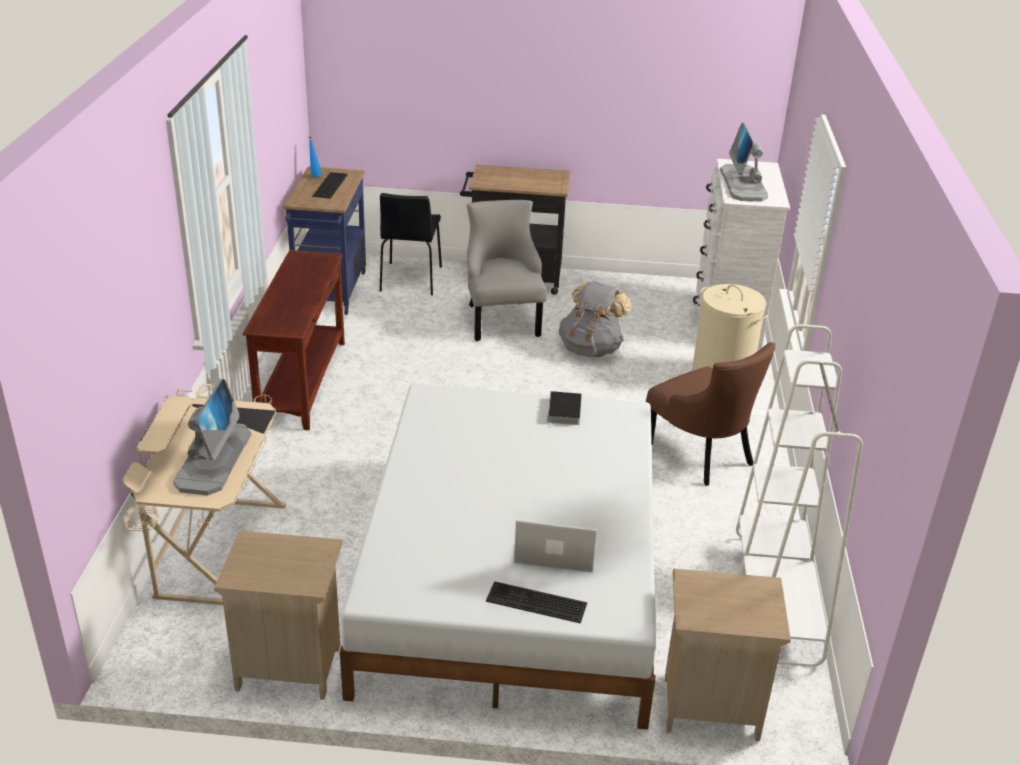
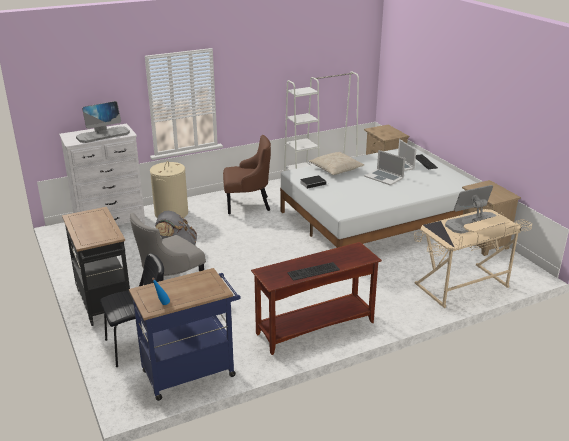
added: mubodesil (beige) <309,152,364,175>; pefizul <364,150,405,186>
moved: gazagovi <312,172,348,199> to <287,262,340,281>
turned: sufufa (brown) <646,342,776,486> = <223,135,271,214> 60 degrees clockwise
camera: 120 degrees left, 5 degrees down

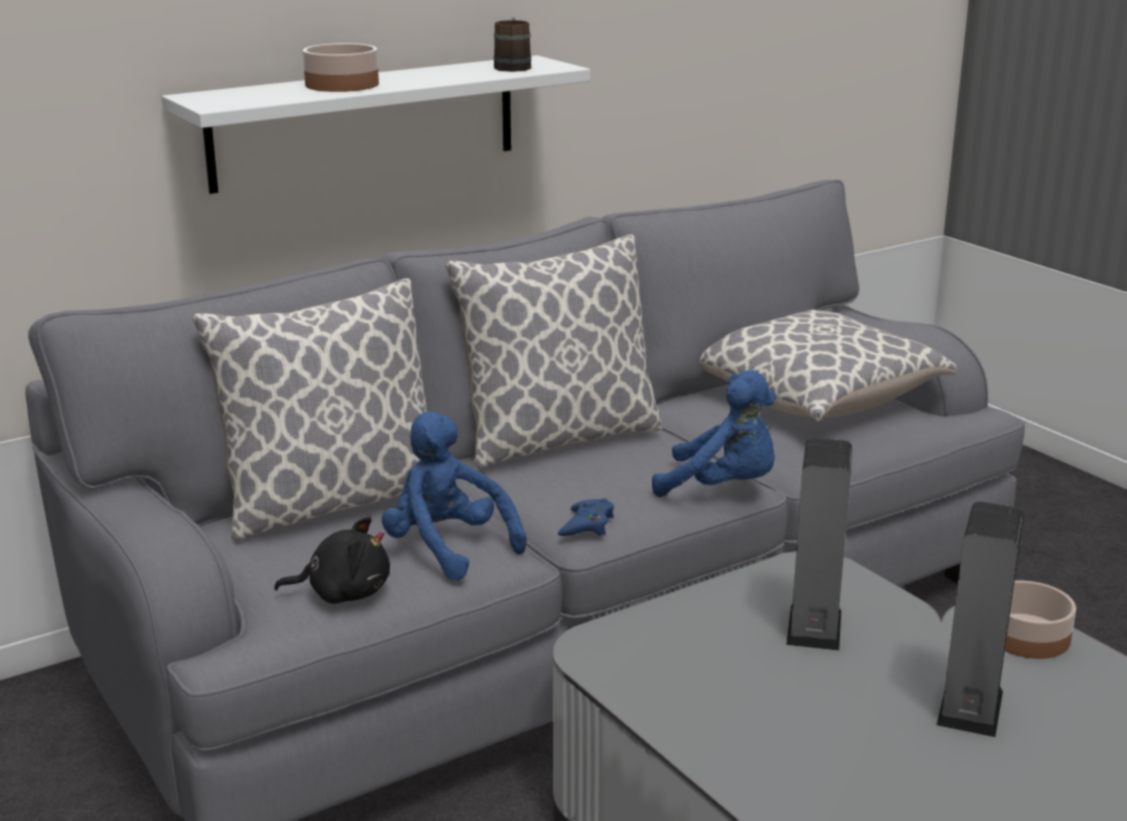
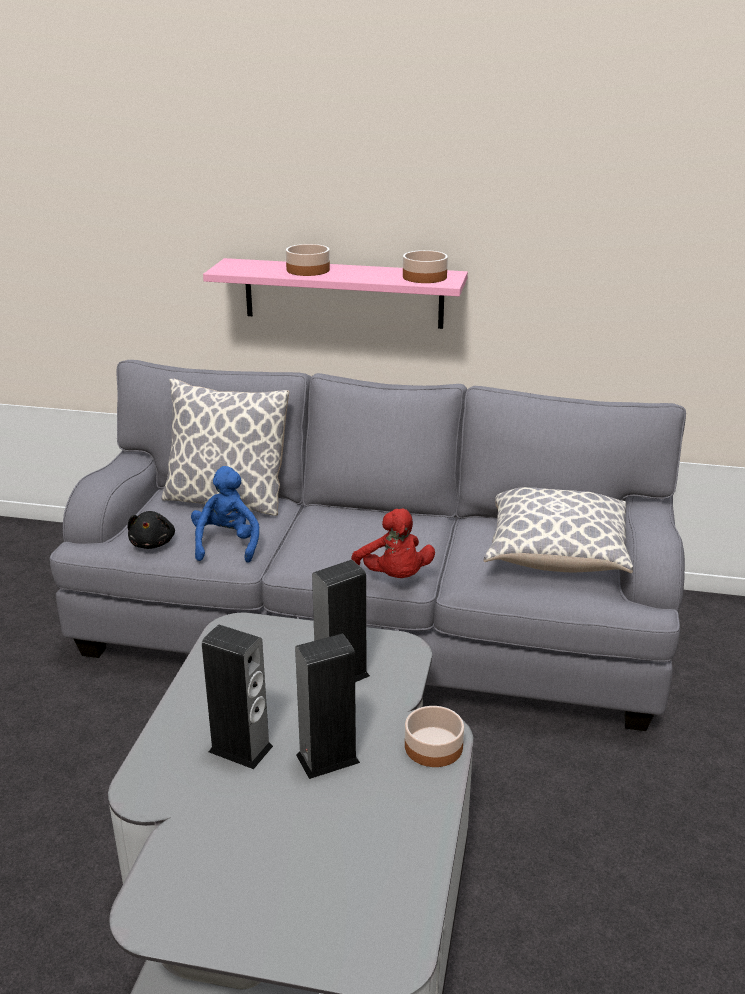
removed: mubodesil <445,235,662,468>; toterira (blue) <558,498,614,536>
added: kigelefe <202,625,273,769>
replaced: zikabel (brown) <494,17,531,72> to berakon <403,250,448,283>
recoloured: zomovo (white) <162,55,590,194> to zomovo (pink) <203,258,468,329>; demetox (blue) <652,370,776,497> to demetox (red) <351,509,435,578>
turned: demetox (black) <274,517,390,604> = <127,511,175,549> 45 degrees clockwise
camera: 45 degrees right, 5 degrees up

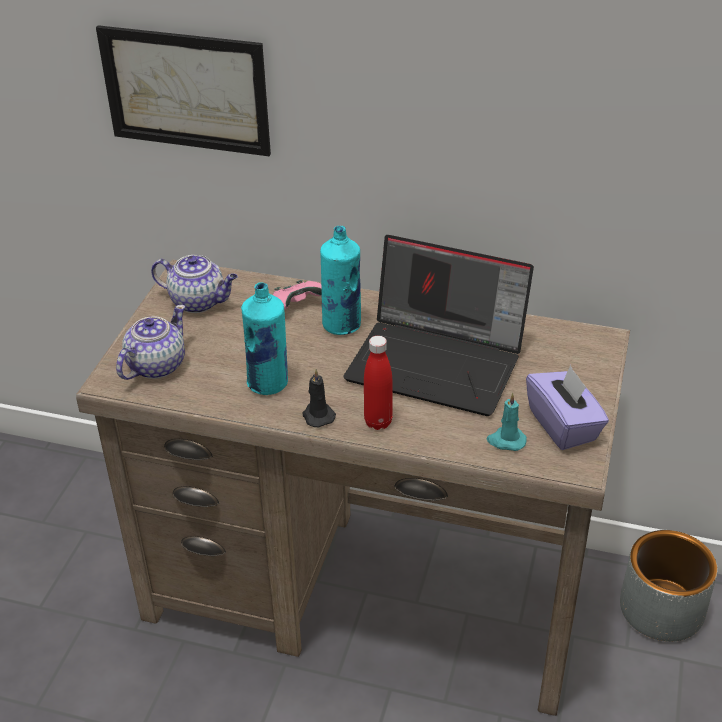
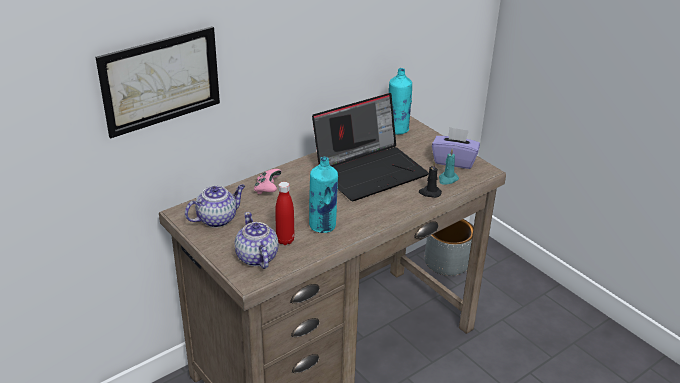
moved: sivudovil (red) <364,336,393,430> to <275,182,294,245>; sivudovil (turquoise) <320,226,361,335> to <389,68,412,135>; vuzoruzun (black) <302,369,336,427> to <419,162,442,198>
camera: 55 degrees left, 5 degrees down

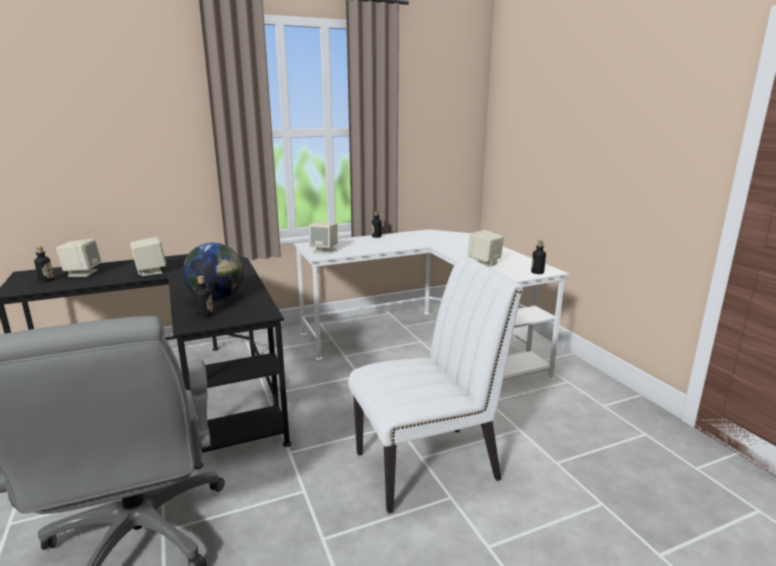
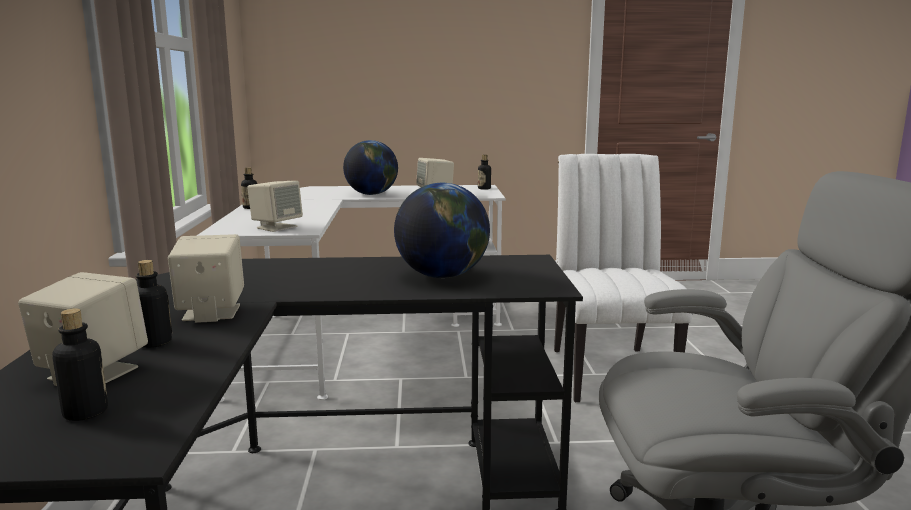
added: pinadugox <343,140,398,195>
moved: sivudovil <194,276,213,318> to <136,260,172,348>
camera: 70 degrees left, 5 degrees down

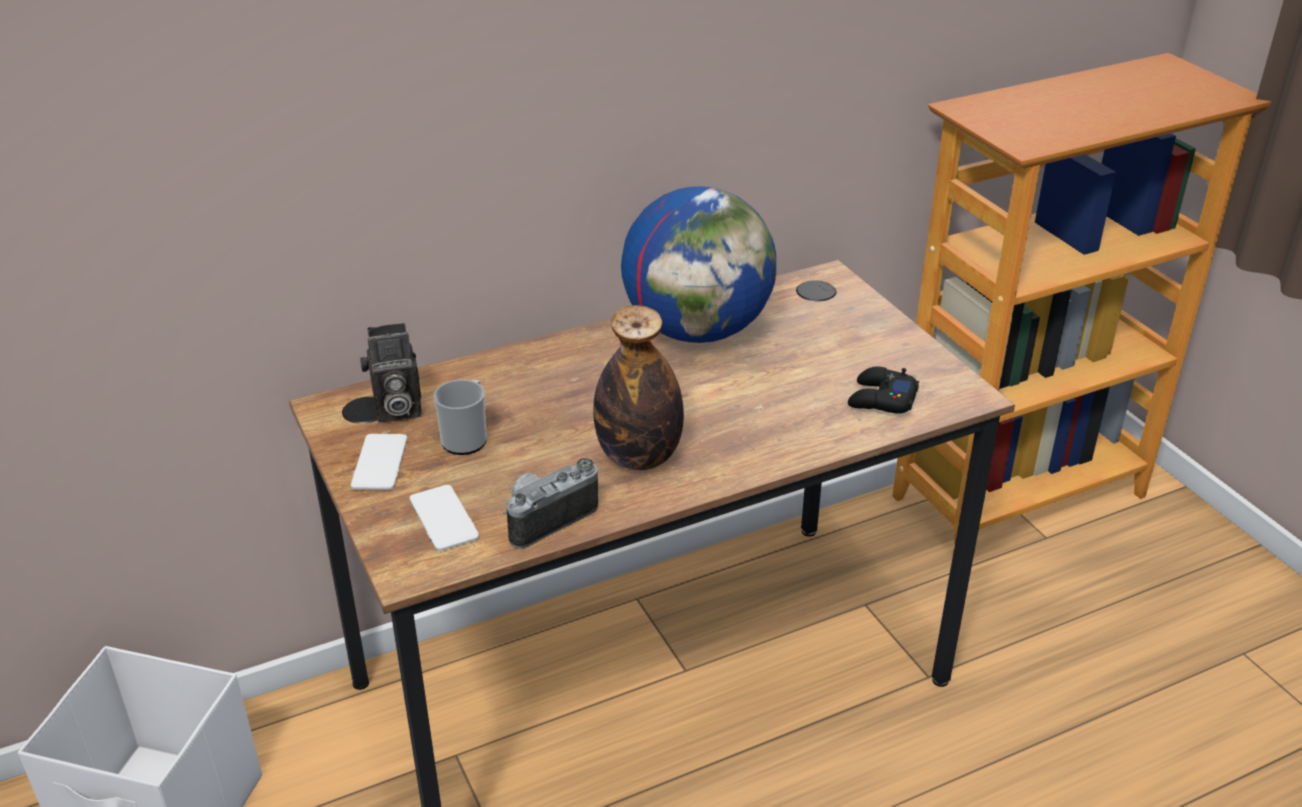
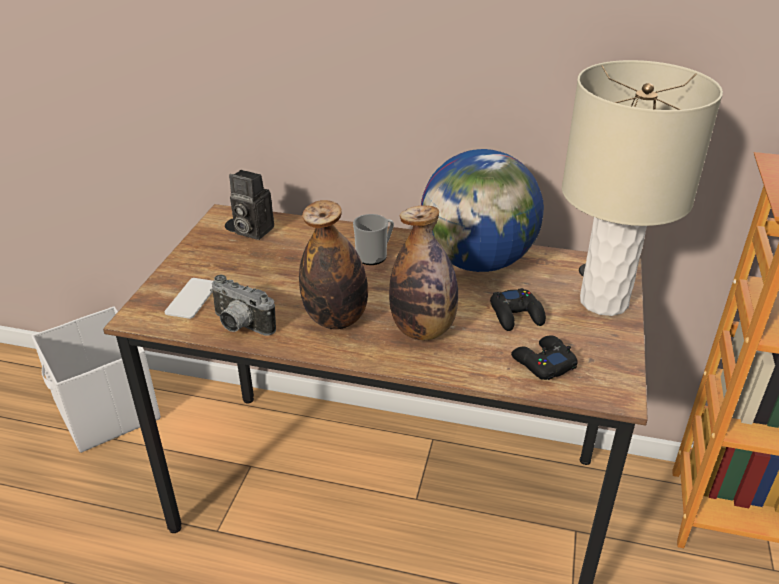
removed: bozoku <351,434,407,490>
added: sivudovil <389,205,458,340>; toterira (black) <490,288,546,331>; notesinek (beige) <562,60,723,316>
moved: zikabel <433,380,487,455> to <353,214,394,265>
turned: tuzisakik <503,458,598,549> = <210,275,276,336> 150 degrees counterclockwise
camera: 40 degrees right, 0 degrees up

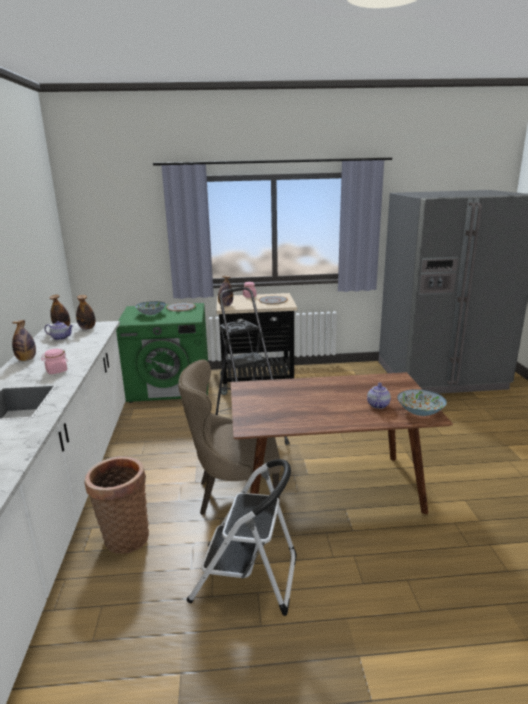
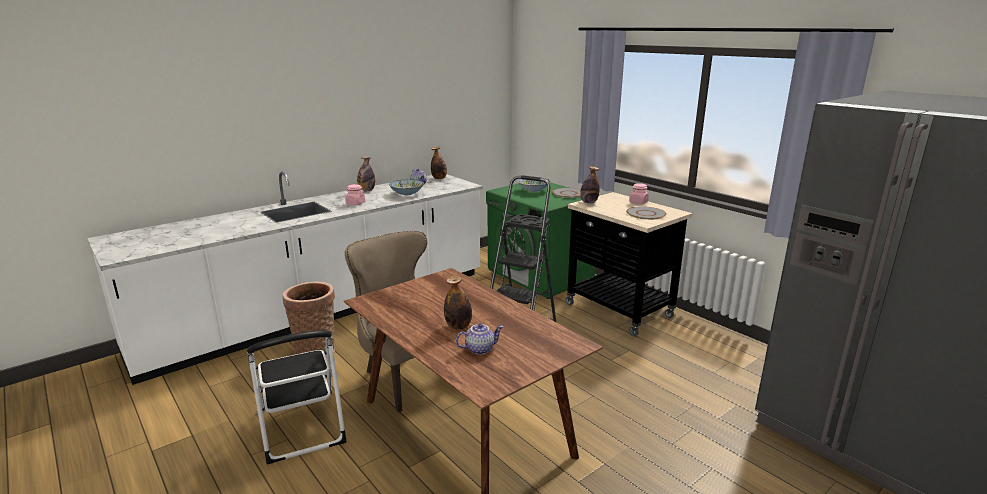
moved: berakon <397,389,447,416> to <389,179,424,195>; sivudovil <76,295,95,330> to <444,275,472,330>
camera: 55 degrees right, 0 degrees up

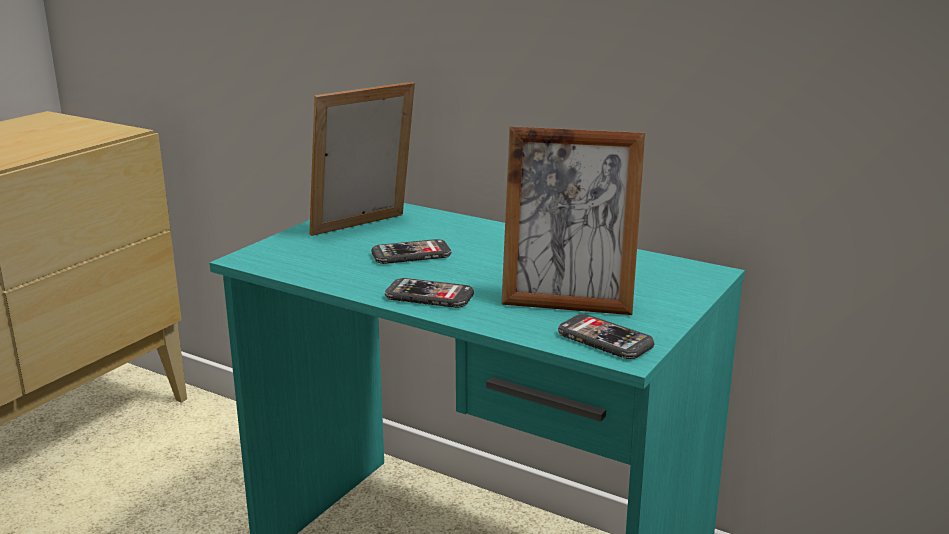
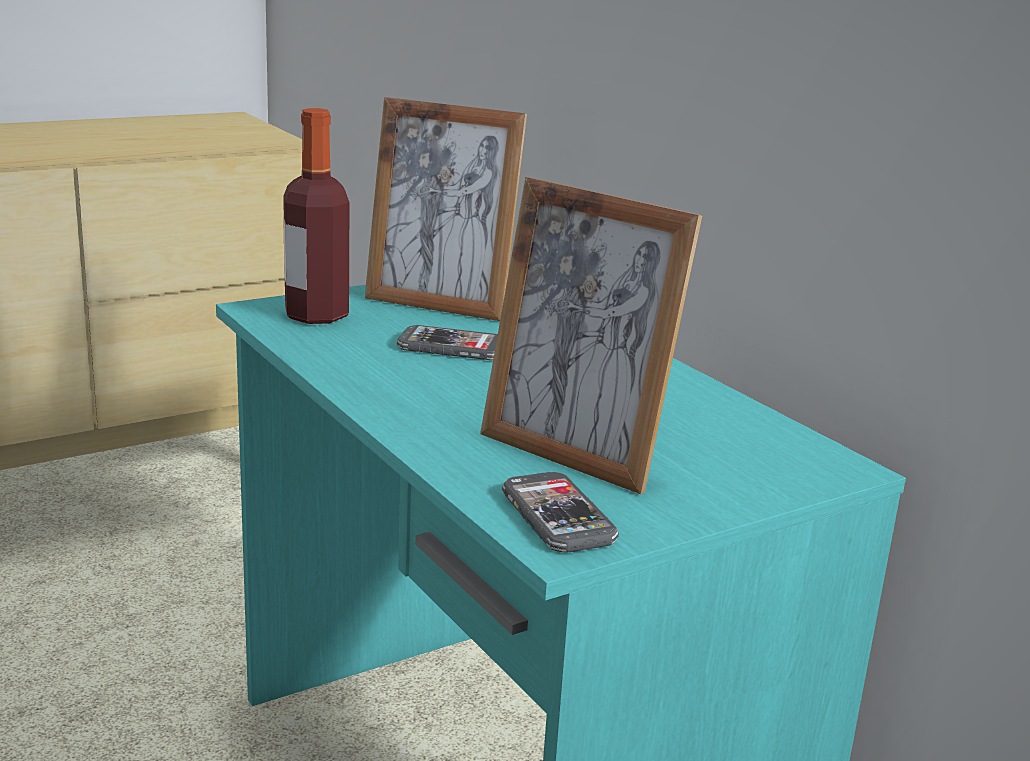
removed: bozoku <385,278,474,308>
added: sivudovil <283,108,349,324>
turned: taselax <309,82,415,236> = <365,97,527,321> 150 degrees counterclockwise
camera: 25 degrees right, 0 degrees up

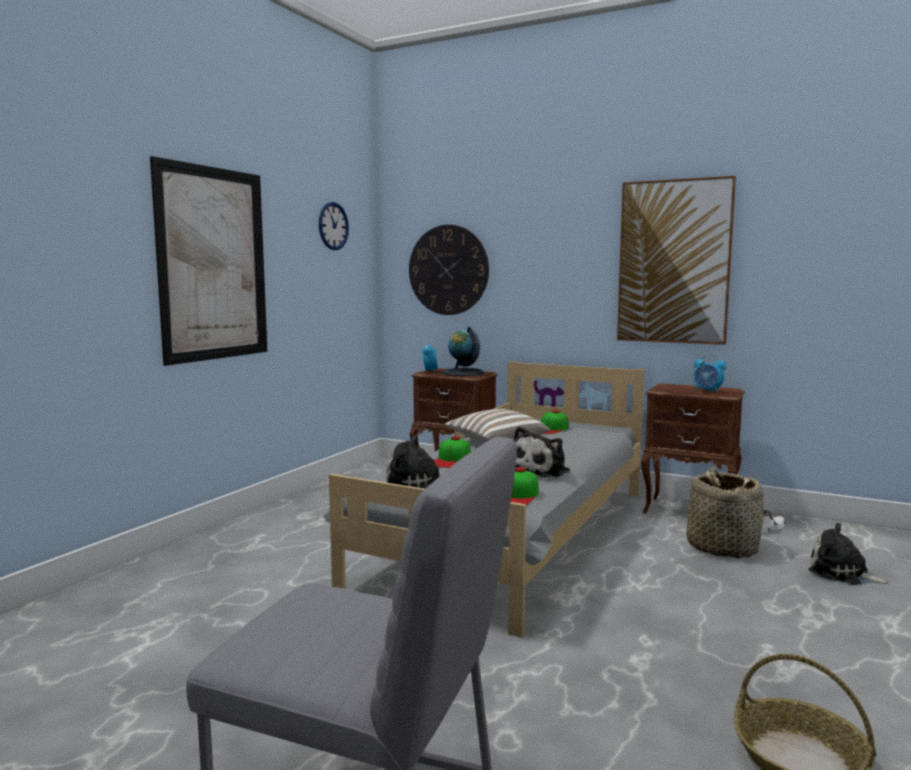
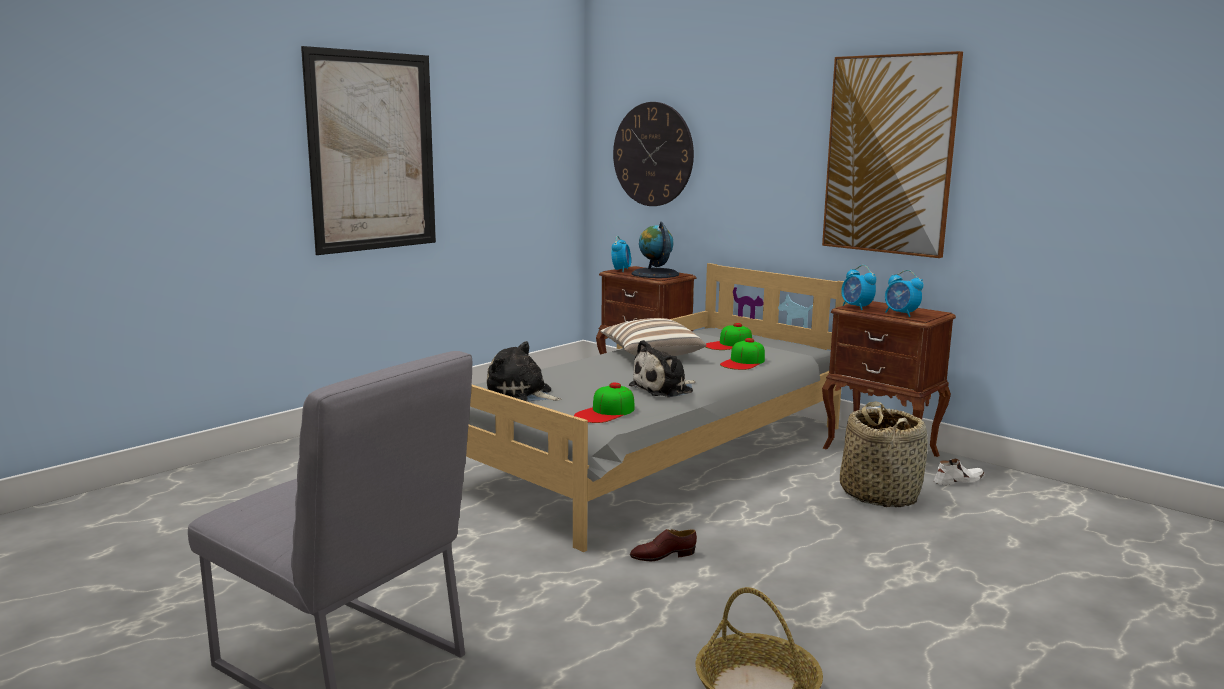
removed: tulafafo <319,202,349,250>; demetox <809,523,891,585>
added: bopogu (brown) <630,529,697,561>; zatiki <841,265,877,310>
moved: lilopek <434,436,471,468> to <720,338,765,370>
camera: 15 degrees right, 5 degrees up

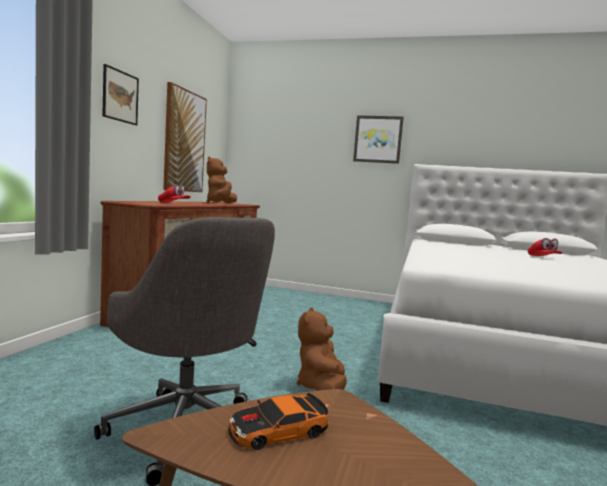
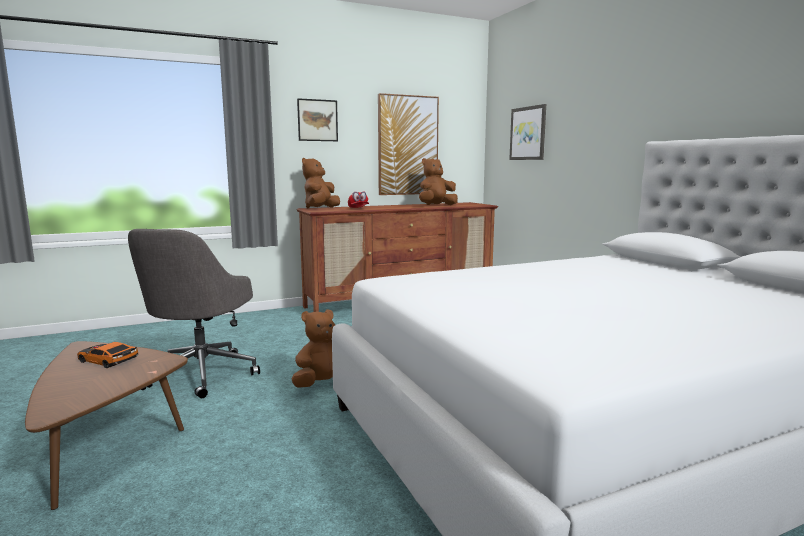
removed: lilopek (red) <528,238,562,256>
added: demetox (brown) <302,158,340,208>
moved: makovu <353,115,404,164> to <509,104,546,160>
camera: 50 degrees right, 5 degrees up

